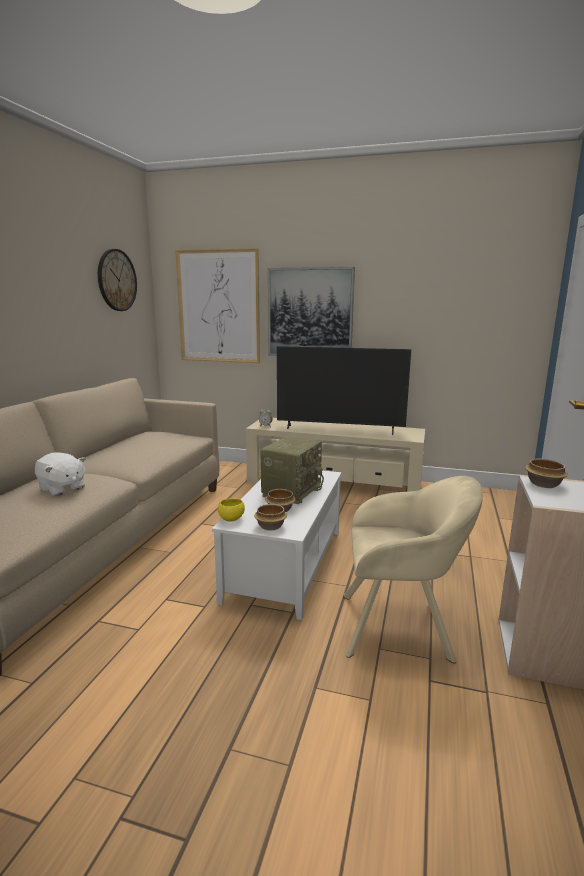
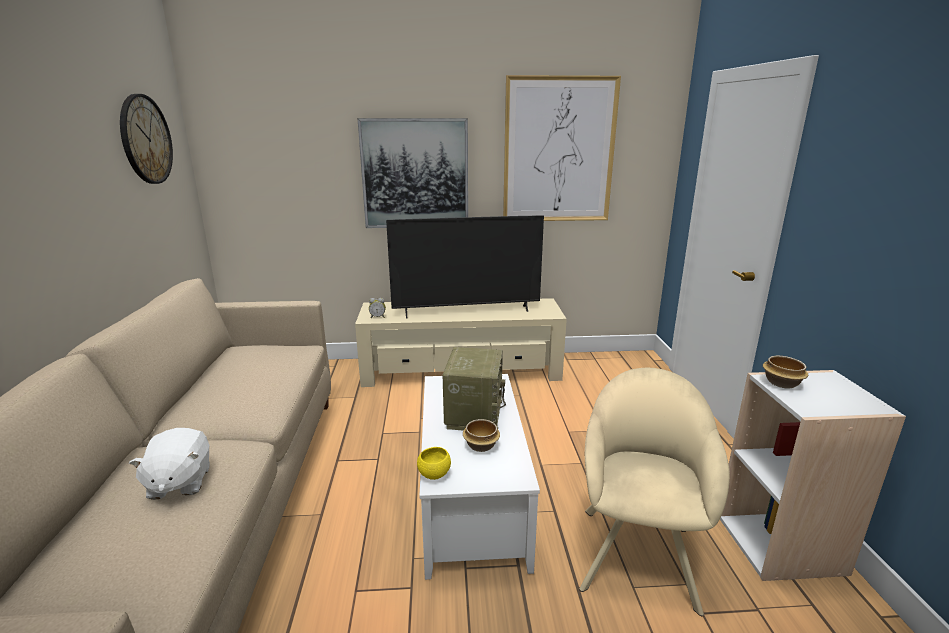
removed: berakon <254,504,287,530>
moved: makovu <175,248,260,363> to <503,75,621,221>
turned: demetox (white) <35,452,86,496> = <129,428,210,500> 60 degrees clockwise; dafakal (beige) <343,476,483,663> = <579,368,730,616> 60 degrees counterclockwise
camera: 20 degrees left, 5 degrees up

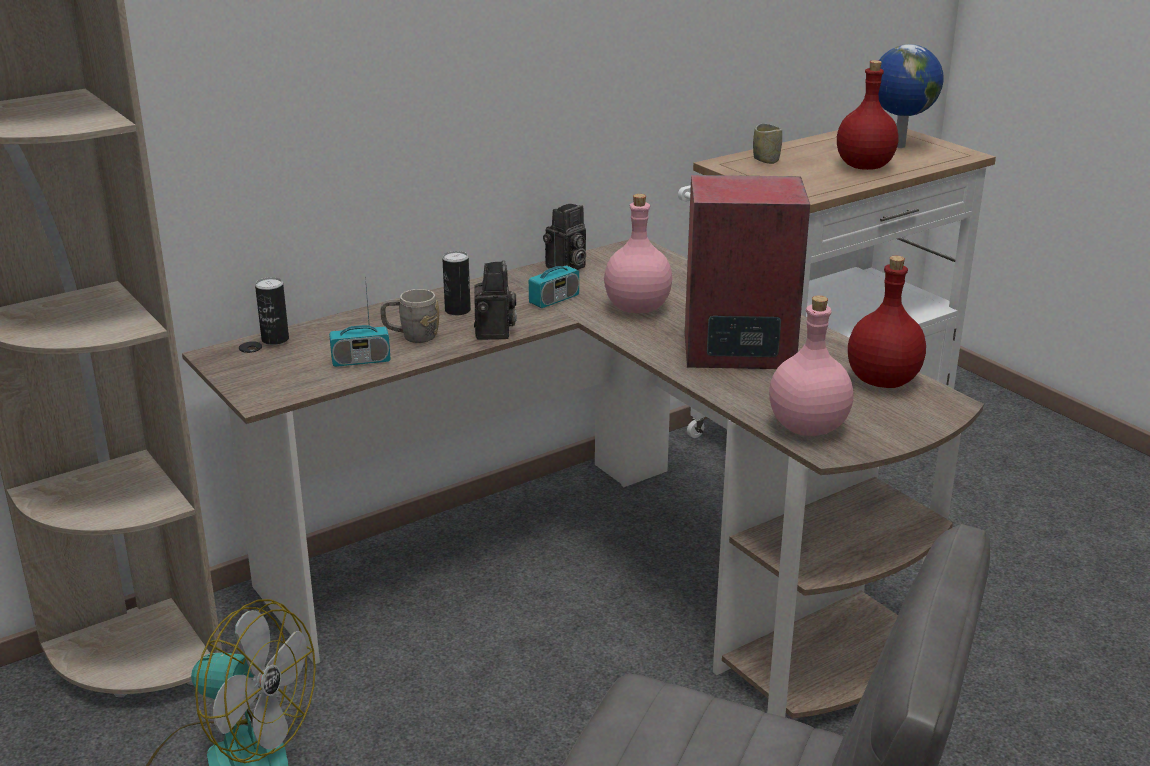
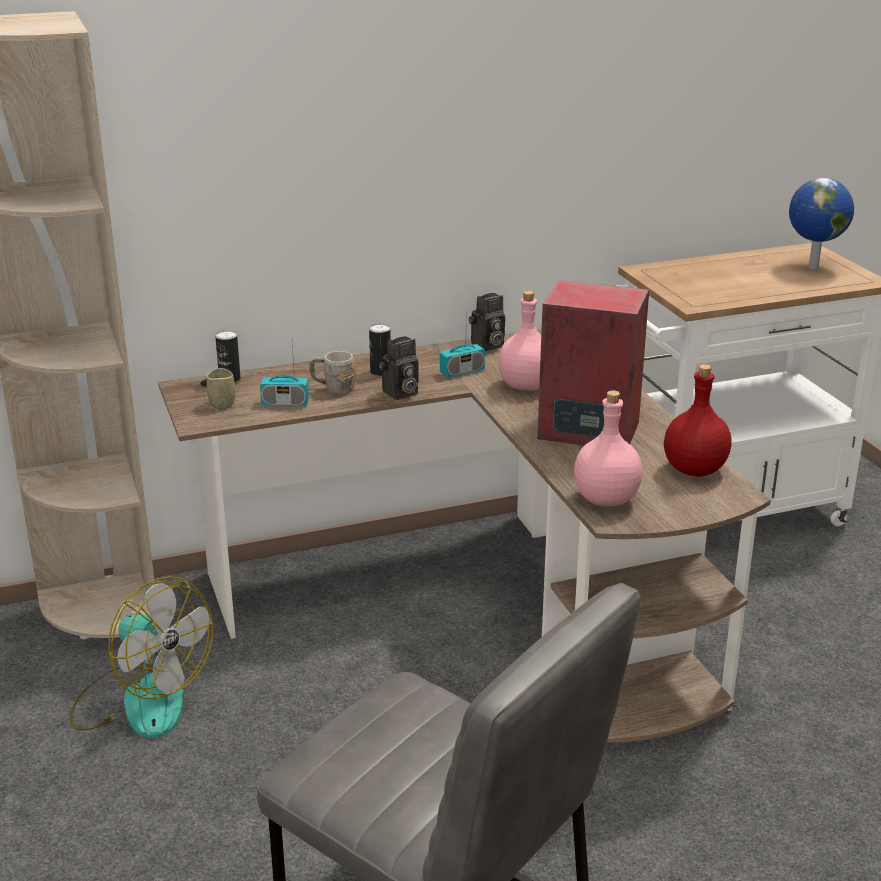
removed: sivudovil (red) <837,60,898,170>
moved: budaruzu <753,123,782,164> to <206,368,235,409>
turned: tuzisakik <474,260,517,340> = <379,336,419,400> 45 degrees clockwise
camera: 15 degrees right, 0 degrees up

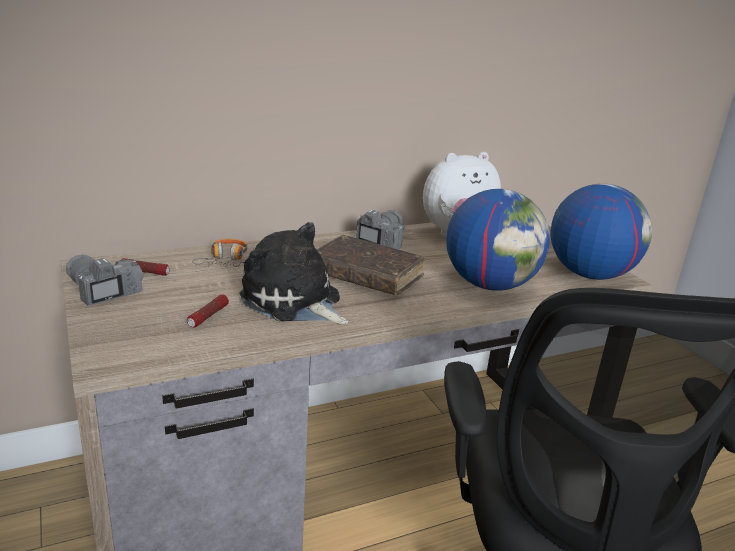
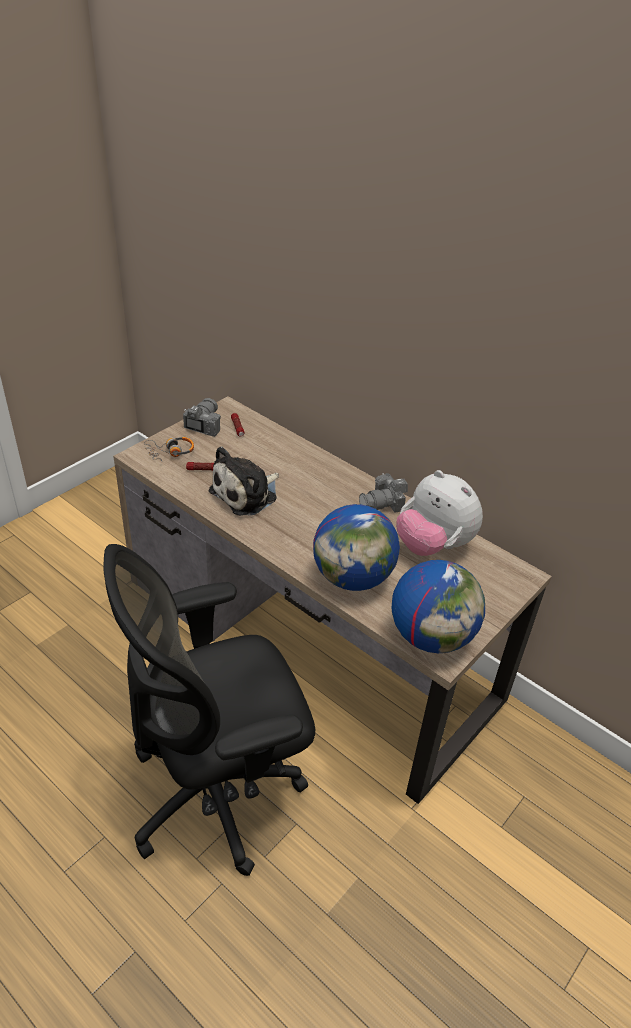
removed: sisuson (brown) <317,235,425,295>
moved: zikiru <192,239,247,267> to <144,437,194,461>
turned: demetox <240,222,348,324> = <209,446,279,516> 150 degrees counterclockwise; tuzisakik <356,210,405,250> = <359,473,408,513> 150 degrees clockwise
camera: 65 degrees right, 15 degrees up

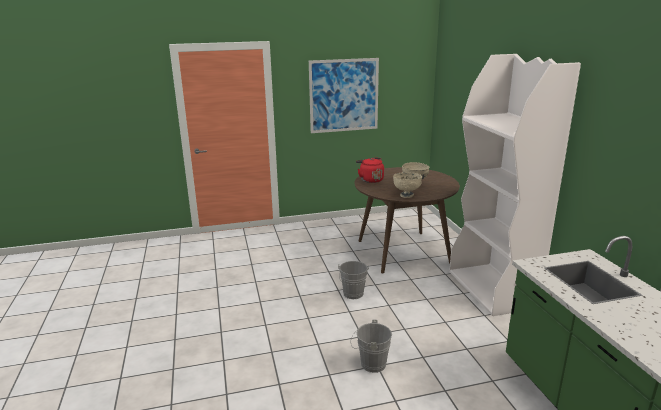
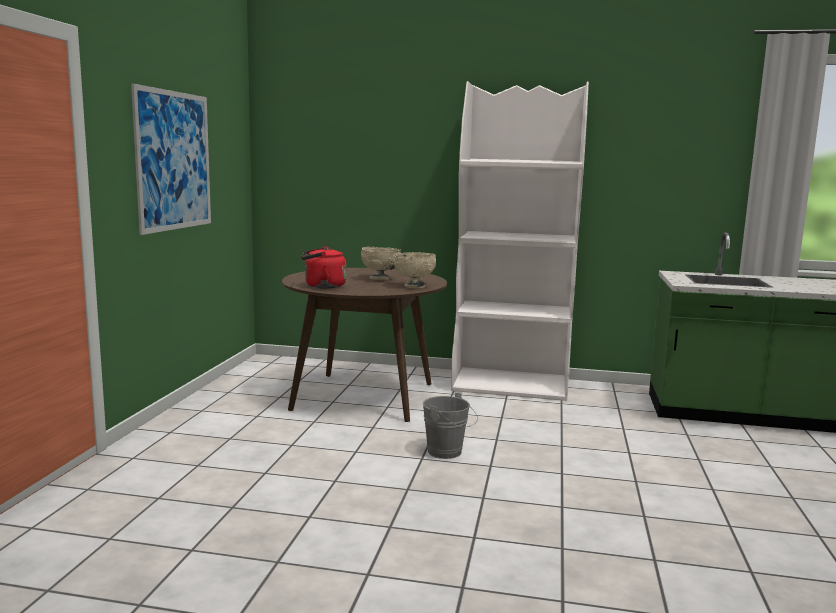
removed: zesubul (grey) <350,319,392,373>
camera: 65 degrees left, 10 degrees down

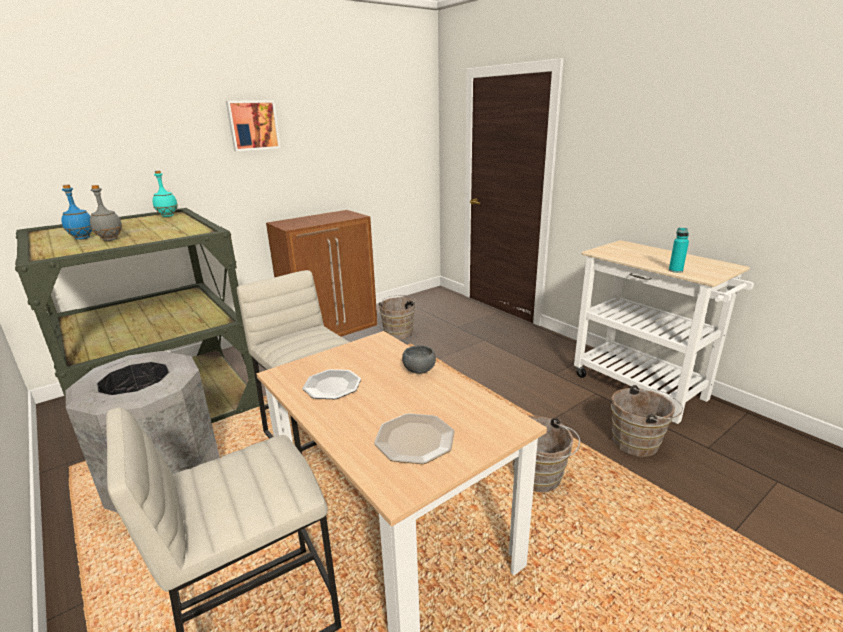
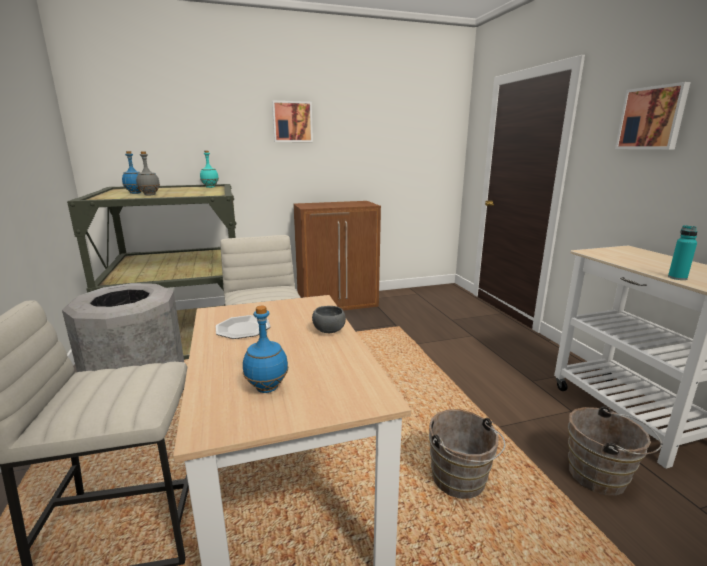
removed: zesubul (brown) <378,295,418,340>
added: makovu <615,82,691,149>
replaced: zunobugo <374,413,455,464> to sivudovil (blue) <243,306,288,393>
camera: 20 degrees right, 5 degrees down

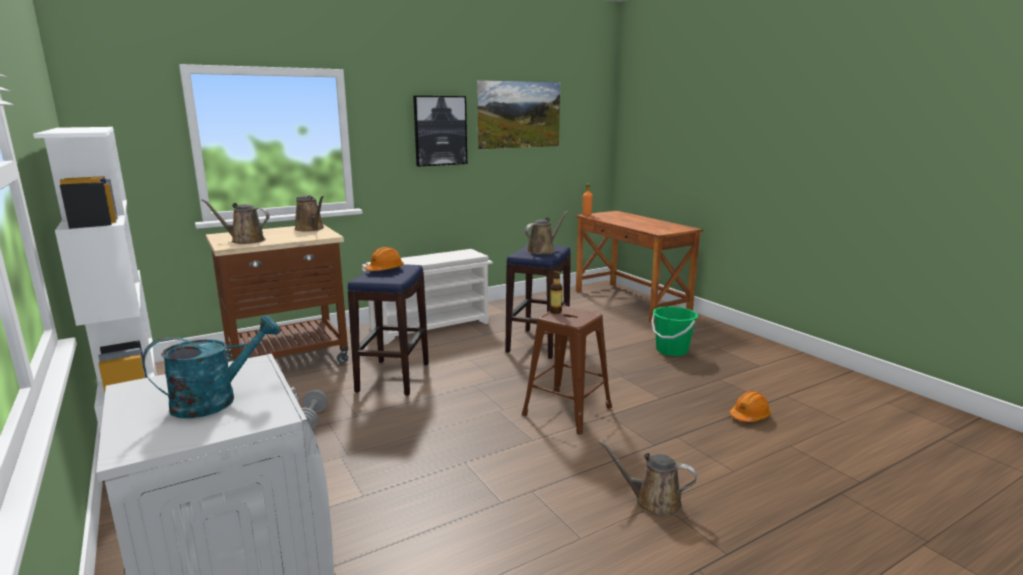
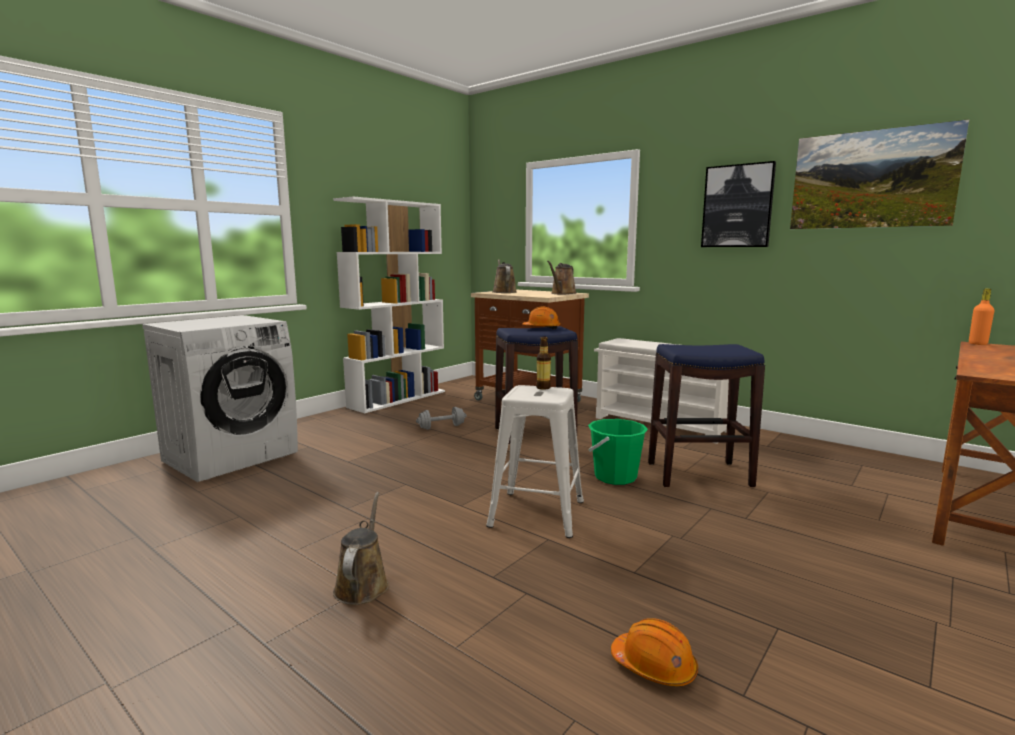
removed: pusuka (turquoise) <142,315,280,418>; pusuka (brown) <525,211,568,254>
moved: zesubul (green) <651,306,698,356> to <588,419,648,485>
recoloured: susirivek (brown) <522,306,612,435> to susirivek (white) <486,385,584,538>
camera: 70 degrees right, 5 degrees down

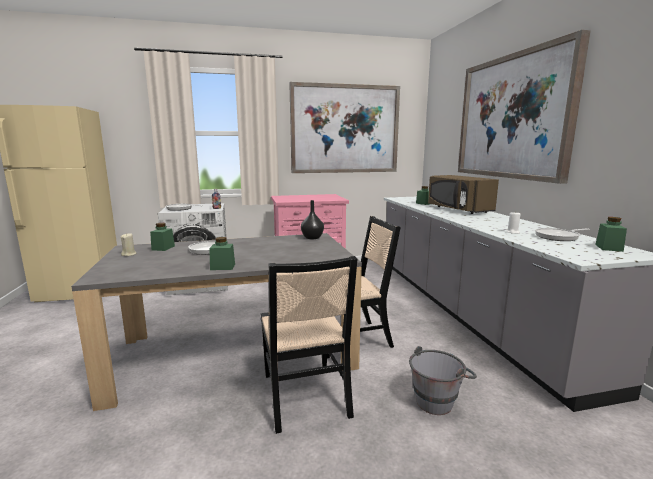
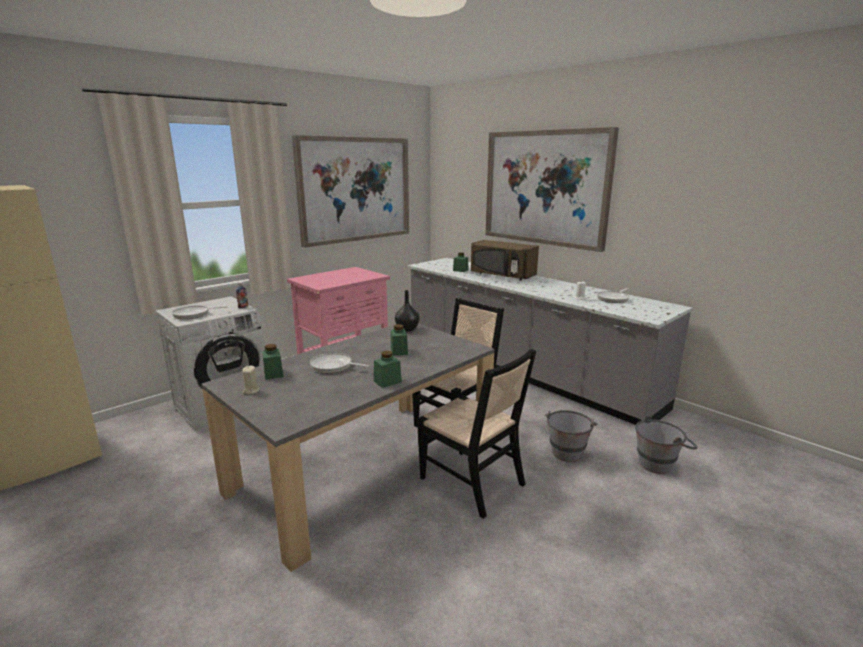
added: zesubul (grey) <635,415,697,474>
moved: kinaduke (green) <595,217,627,252> to <391,324,408,356>
camera: 30 degrees left, 5 degrees up

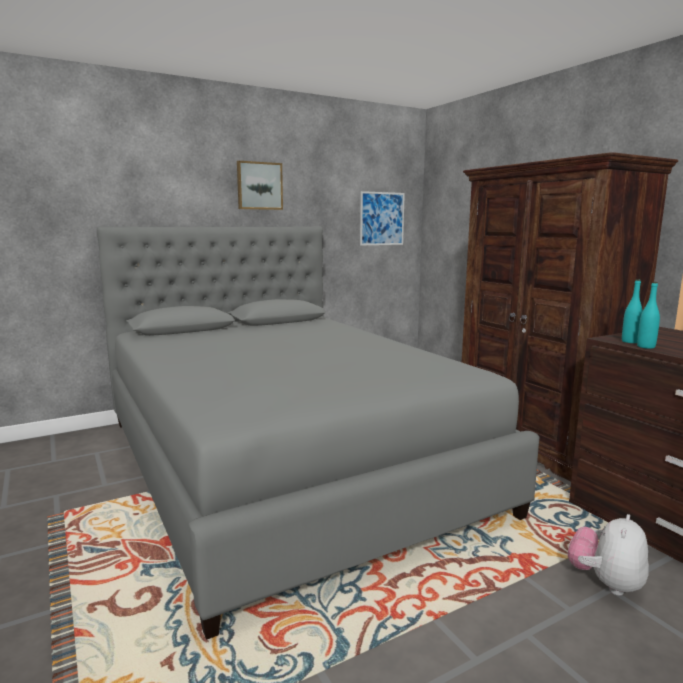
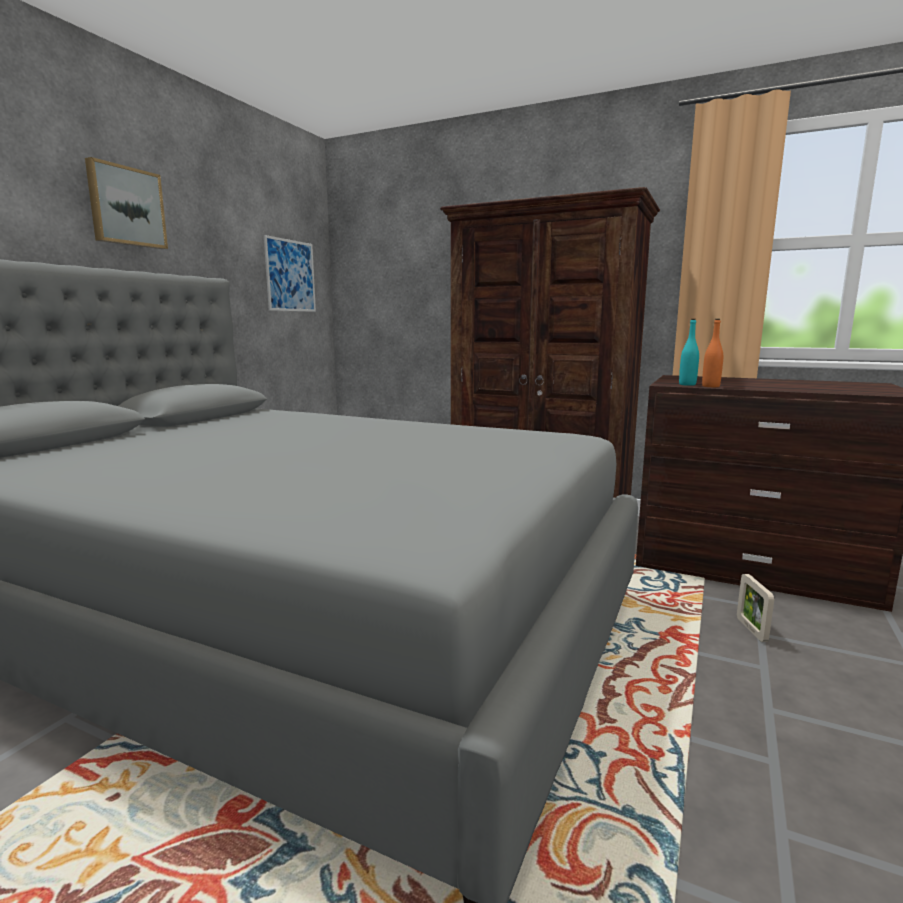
replaced: demetox <568,514,649,596> to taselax <737,574,774,642>
recoloured: sivudovil (turquoise) <637,282,660,349> to sivudovil (orange) <702,319,723,387>
camera: 35 degrees left, 0 degrees up

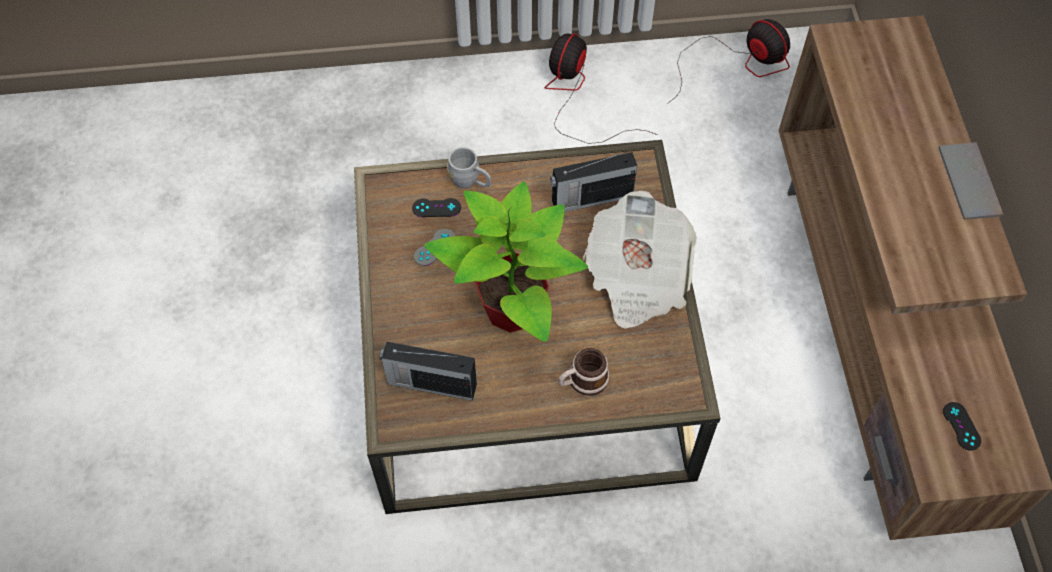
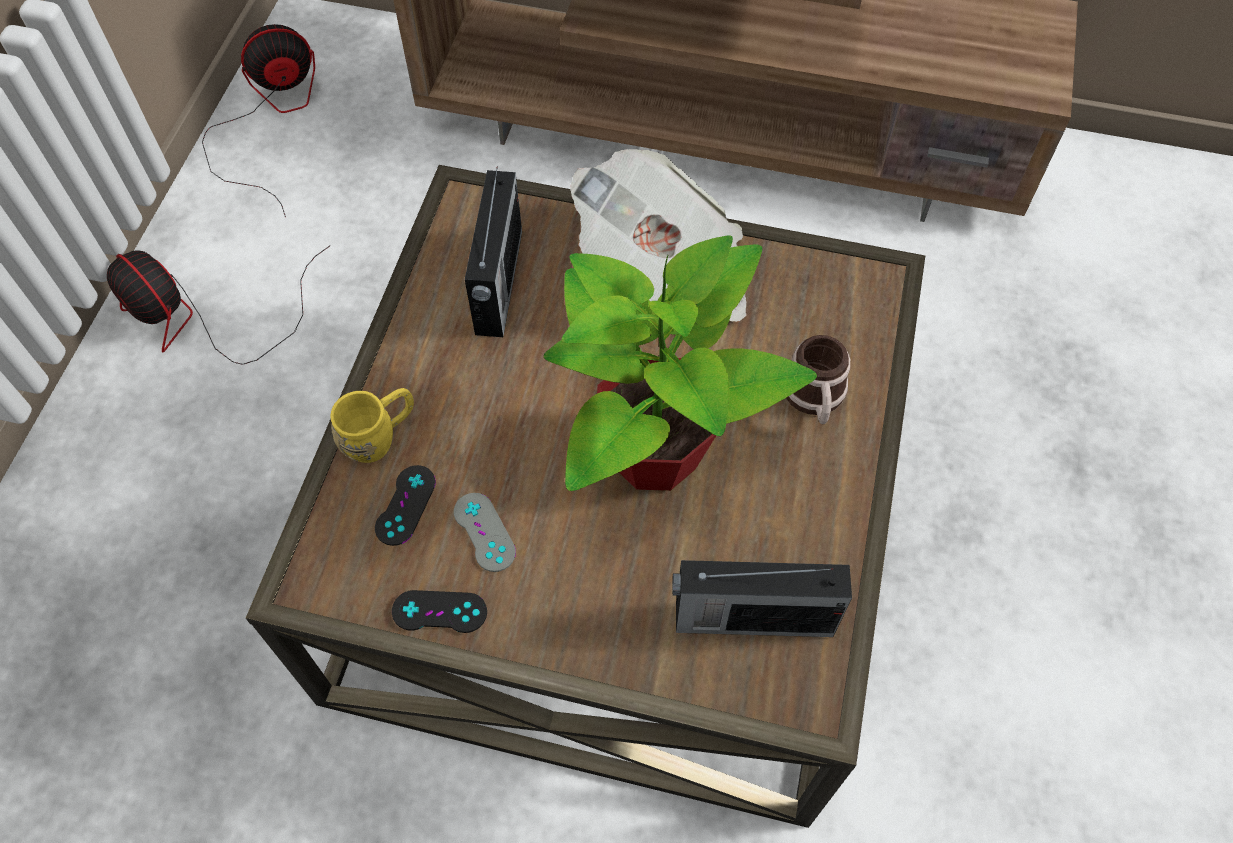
moved: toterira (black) <943,402,981,451> to <392,590,487,633>
recoloured: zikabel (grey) <447,147,491,188> to zikabel (yellow) <330,388,414,463>
turned: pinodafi <380,342,477,401> = <673,560,852,637> 60 degrees clockwise
camera: 70 degrees left, 0 degrees up

